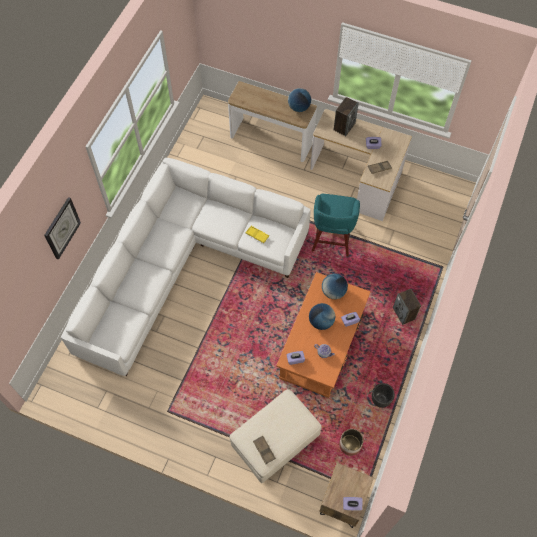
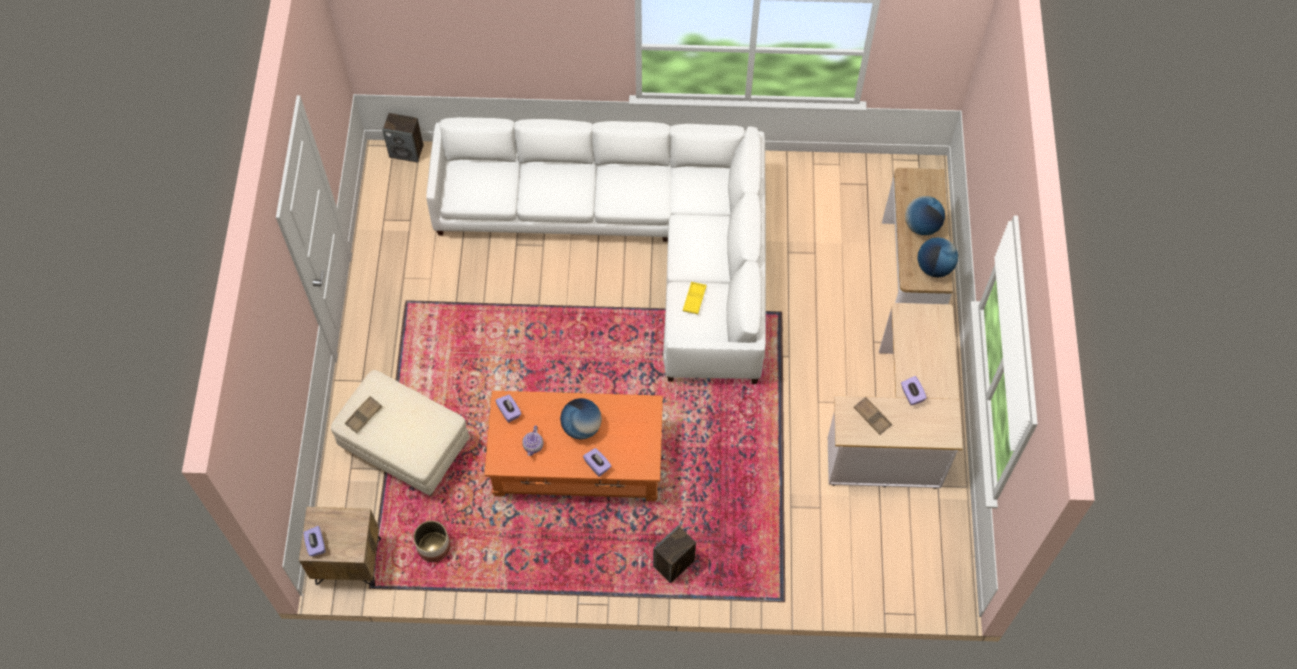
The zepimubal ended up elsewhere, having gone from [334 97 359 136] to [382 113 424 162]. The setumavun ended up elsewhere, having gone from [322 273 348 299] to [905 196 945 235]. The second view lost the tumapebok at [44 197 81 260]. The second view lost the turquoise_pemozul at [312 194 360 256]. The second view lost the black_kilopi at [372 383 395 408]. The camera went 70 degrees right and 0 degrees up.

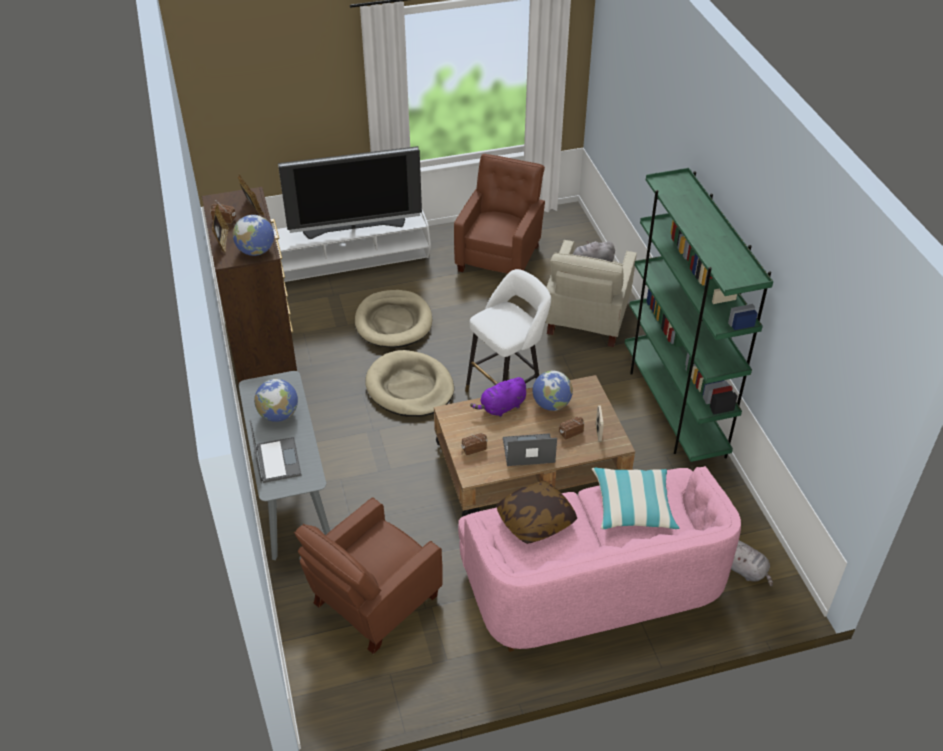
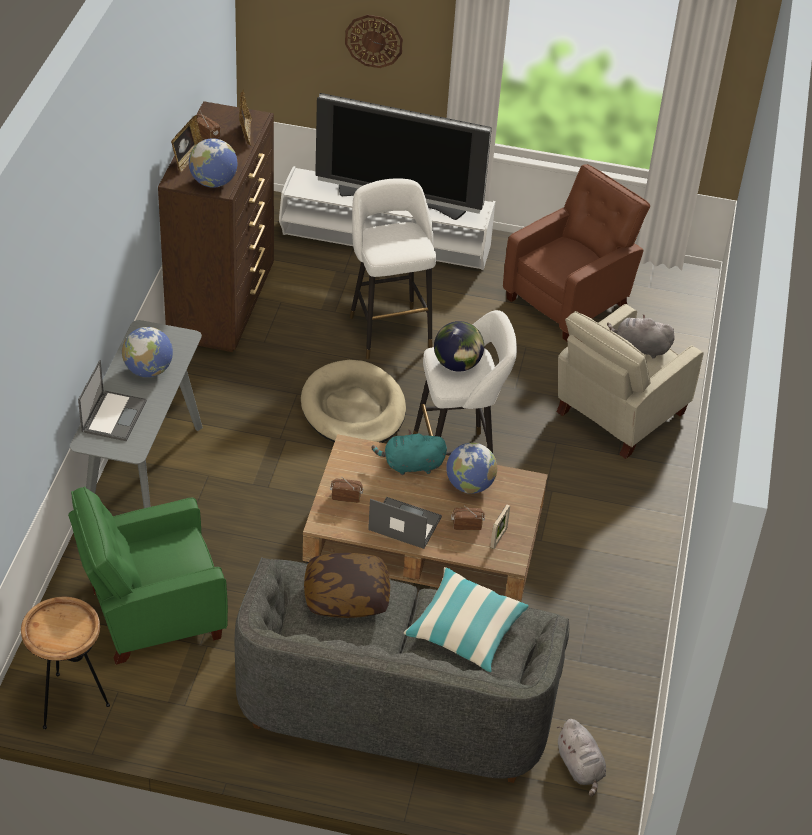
The second view gained the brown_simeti at [21 597 110 729]. What was the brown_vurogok at [294 497 443 654] turned into the green_vurogok at [68 486 228 665]. What was the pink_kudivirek at [458 466 741 652] turned into the grey_kudivirek at [235 557 570 783]. The second view gained the tumapebok at [345 15 403 68]. Where the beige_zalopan stood at [355 290 432 348], the white_pemozul came to stand at [350 179 436 359]. What was the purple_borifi at [470 377 526 417] turned into the turquoise_borifi at [372 430 447 475]. The second view gained the setumavun at [434 321 484 372]. The second view lost the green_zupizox at [625 168 773 462]. The camera went 25 degrees right and 0 degrees up.

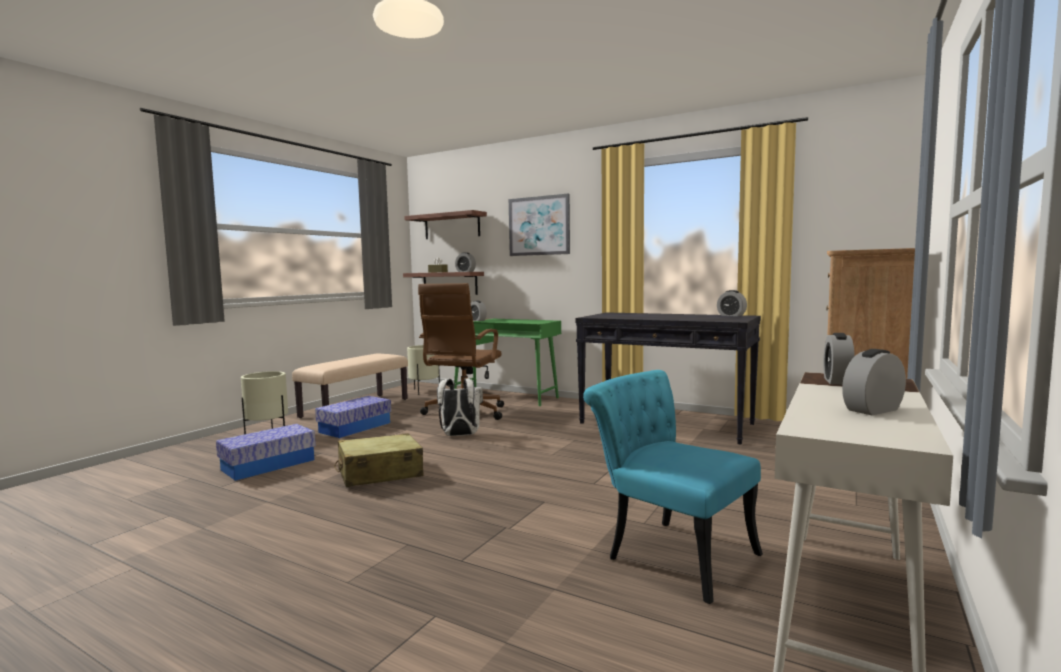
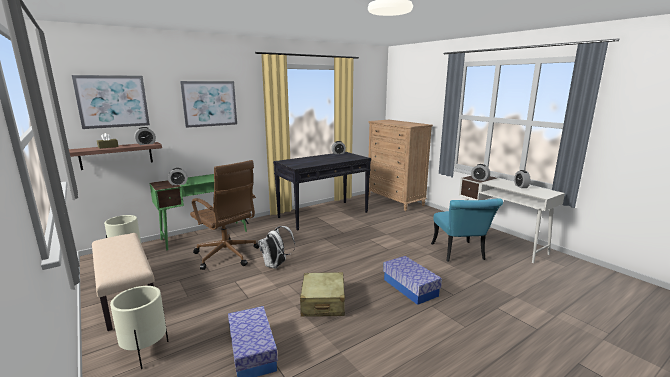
Where the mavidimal hung at [404 210 487 239], the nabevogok came to hang at [72 75 150 129]. The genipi ended up elsewhere, having gone from [315 396 391 438] to [383 256 442 305]. The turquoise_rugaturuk at [583 370 763 604] ended up facing another way, 75 degrees counterclockwise from before. The camera went 65 degrees left and 10 degrees up.

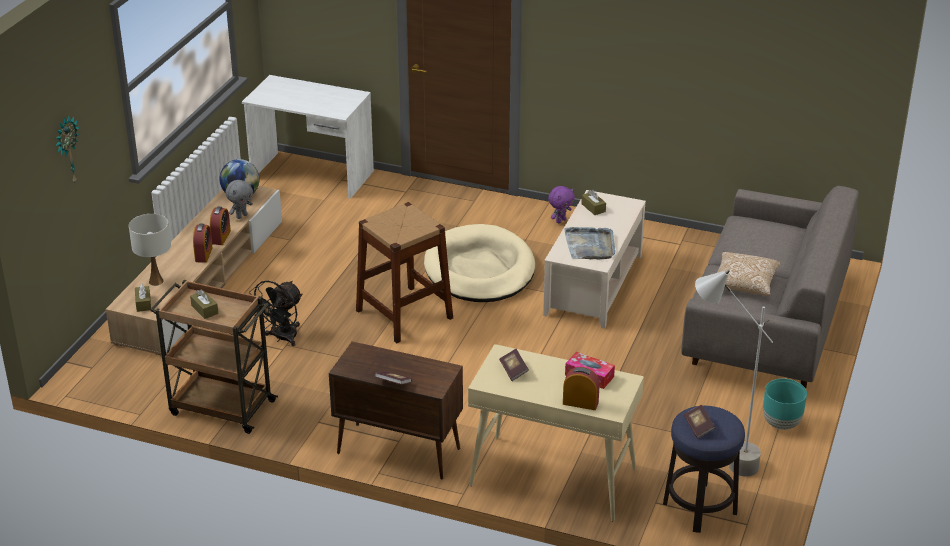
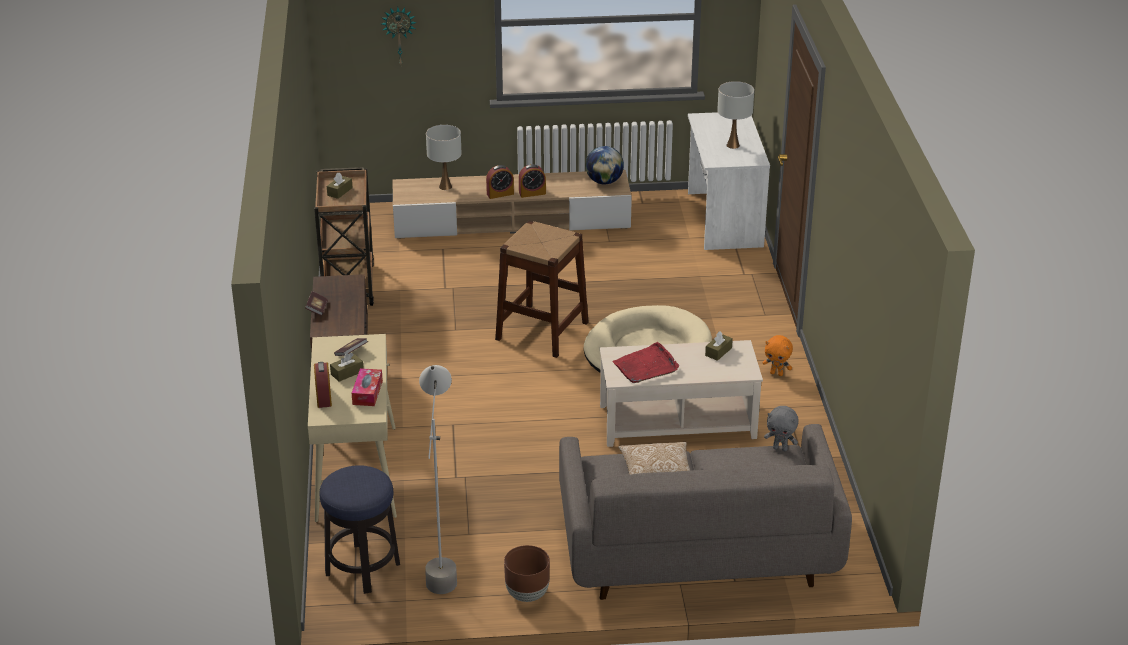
The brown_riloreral ended up elsewhere, having gone from [135 283 151 312] to [330 353 364 382]. What was the turquoise_kilopi at [763 379 807 430] turned into the brown_kilopi at [504 545 550 602]. What was the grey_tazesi at [564 227 615 259] turned into the red_tazesi at [613 342 679 383]. The second view gained the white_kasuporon at [717 81 754 149]. What was the purple_borifi at [548 186 575 223] turned into the orange_borifi at [763 335 793 376]. The grey_borifi ended up elsewhere, having gone from [225 180 253 219] to [764 406 798 451]. The second view lost the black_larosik at [249 281 303 346]. The second view lost the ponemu at [684 405 715 439]. The camera went 65 degrees right and 0 degrees up.

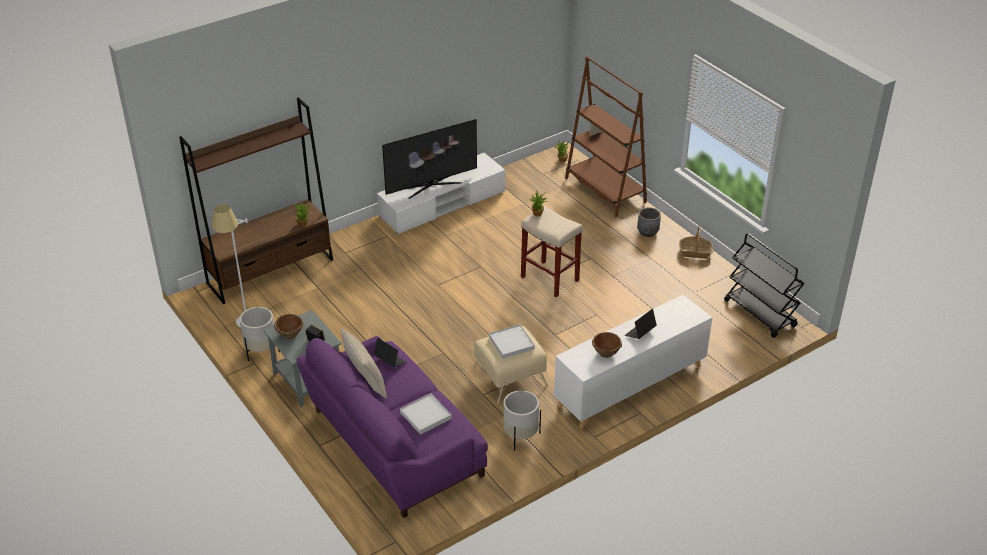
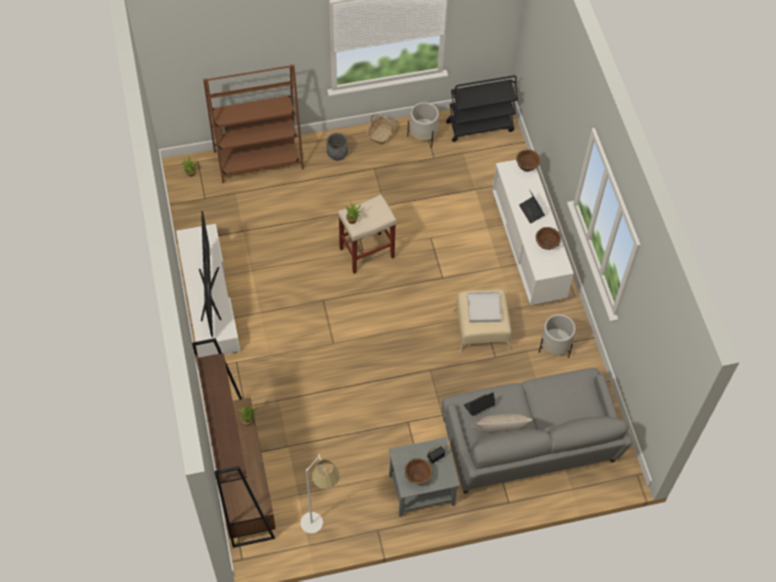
The white_kilopi ended up elsewhere, having gone from [240 307 280 361] to [407 102 439 147]. What was the purple_kudivirek at [296 336 488 518] turned into the grey_kudivirek at [442 368 632 494]. The second view gained the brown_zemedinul at [516 149 540 172]. The second view lost the white_tazesi at [400 393 452 435]. The camera went 70 degrees left and 20 degrees up.

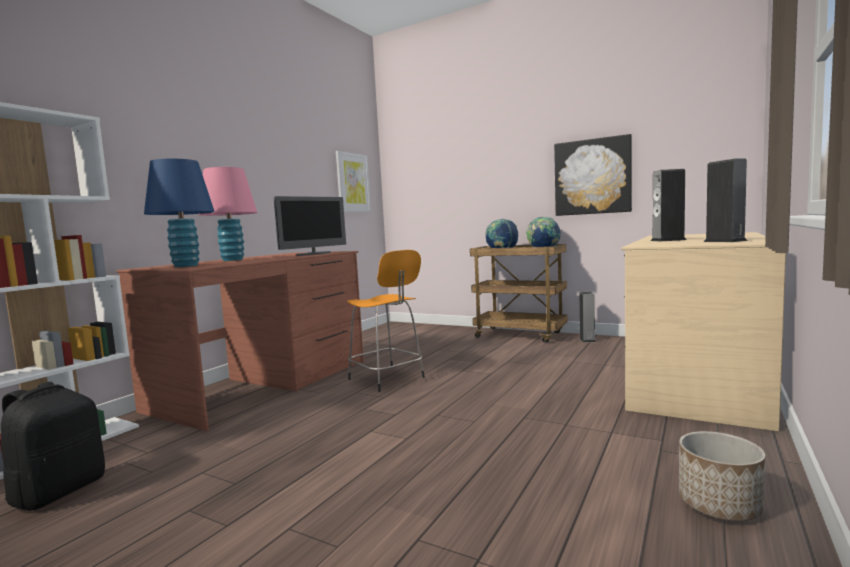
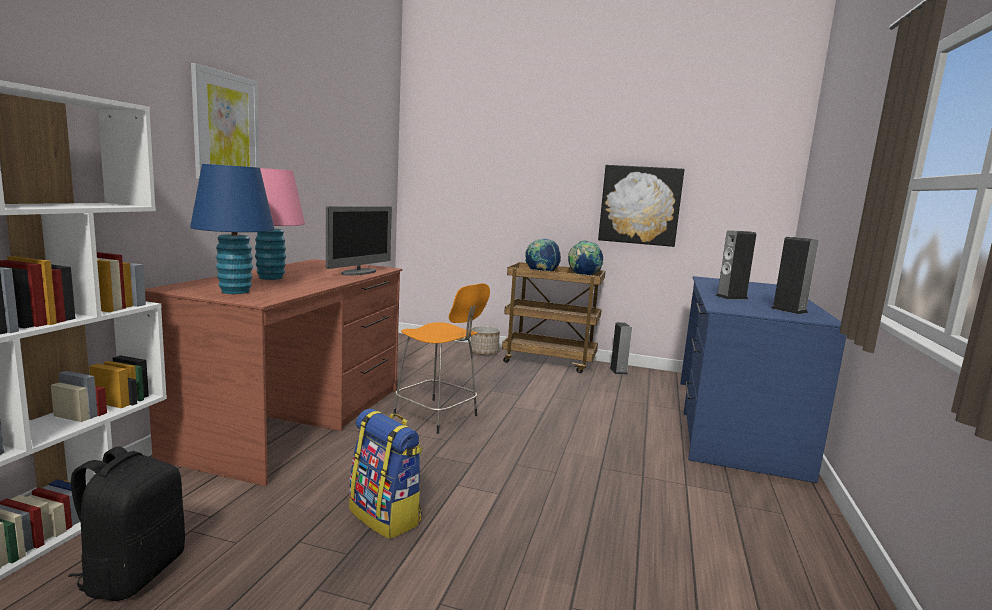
The nabevogok ended up elsewhere, having gone from [336 151 371 212] to [191 63 259 179]. The second view gained the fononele at [349 409 422 539]. The kilopi ended up elsewhere, having gone from [679 431 765 521] to [470 326 500 355]. What was the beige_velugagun at [622 232 786 432] turned into the blue_velugagun at [680 276 847 483]. The camera went 15 degrees left and 5 degrees up.

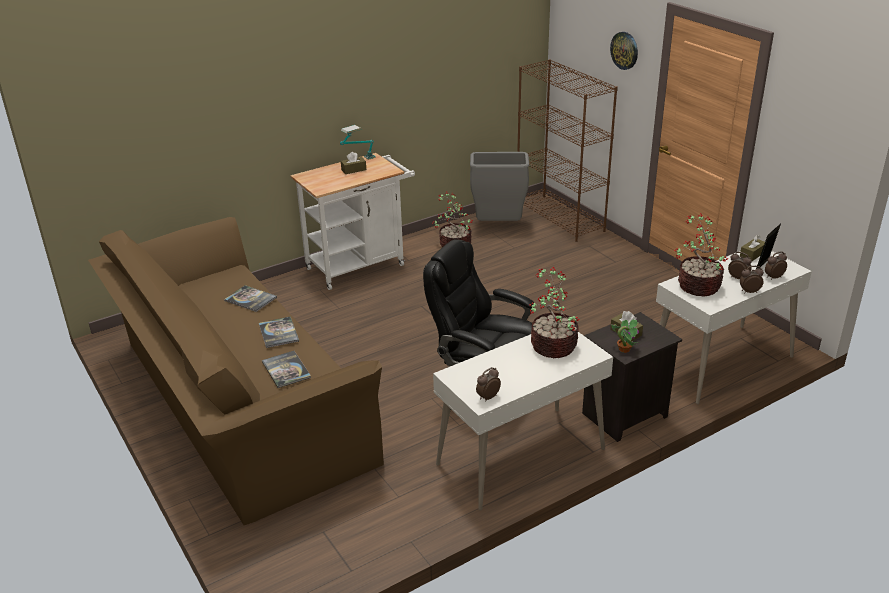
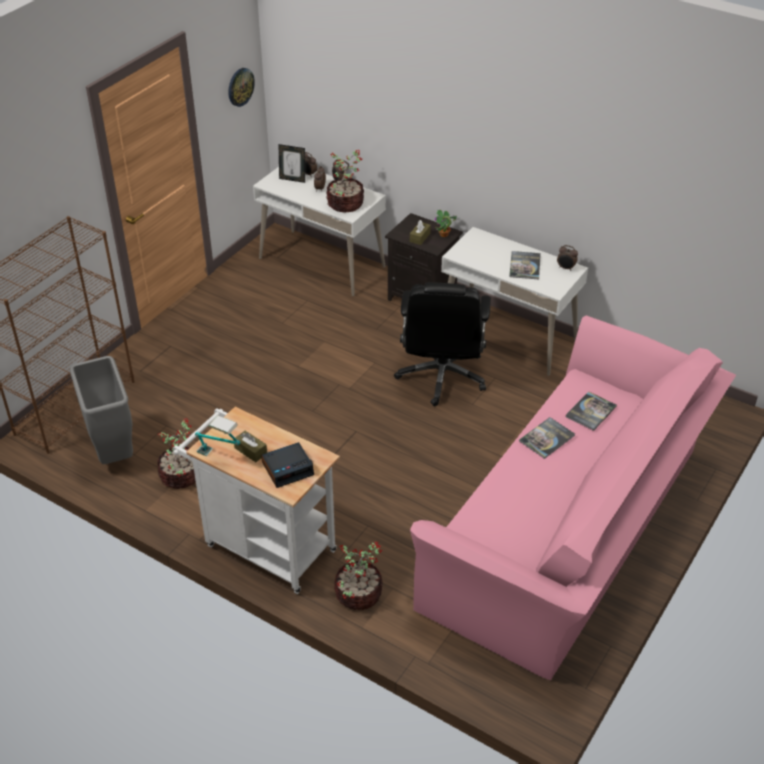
The tumapebok ended up elsewhere, having gone from [610 32 638 70] to [228 68 255 107]. The second view gained the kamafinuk at [261 442 314 488]. The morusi ended up elsewhere, having gone from [529 267 580 358] to [334 541 383 610]. What was the brown_kudivirek at [88 217 384 525] turned into the pink_kudivirek at [410 315 736 680]. The ponemu ended up elsewhere, having gone from [224 285 277 312] to [509 251 541 279]. The second view lost the brown_riloreral at [740 235 765 261]. The camera went 115 degrees left and 10 degrees up.

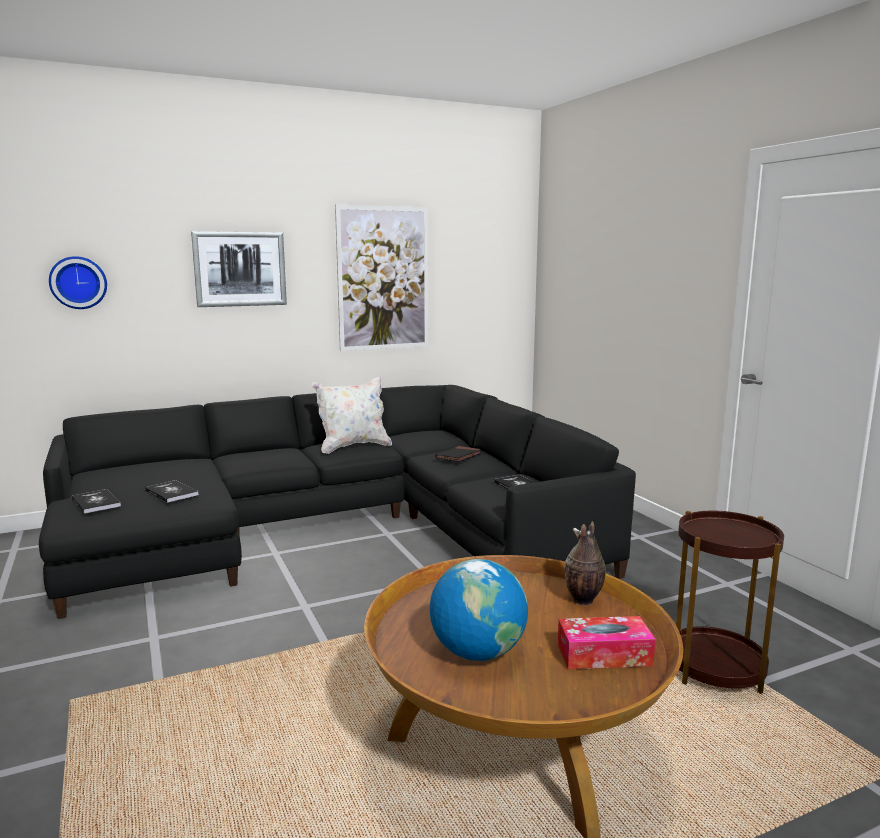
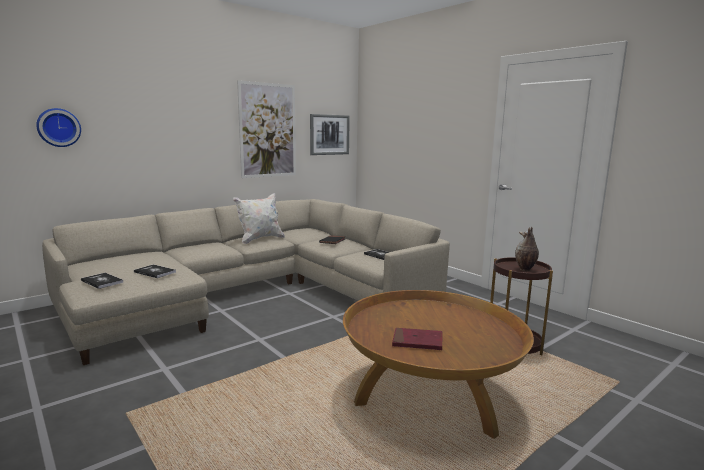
What was the black_kudivirek at [39 385 636 619] turned into the beige_kudivirek at [42 199 450 365]. The nabevogok ended up elsewhere, having gone from [191 231 287 307] to [310 114 350 155]. Where the setumavun stood at [430 559 528 661], the red_ponemu came to stand at [392 328 443 350]. The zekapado ended up elsewhere, having gone from [564 522 606 606] to [515 226 539 271]. The second view lost the riloreral at [558 616 656 669]. The camera went 15 degrees left and 0 degrees up.

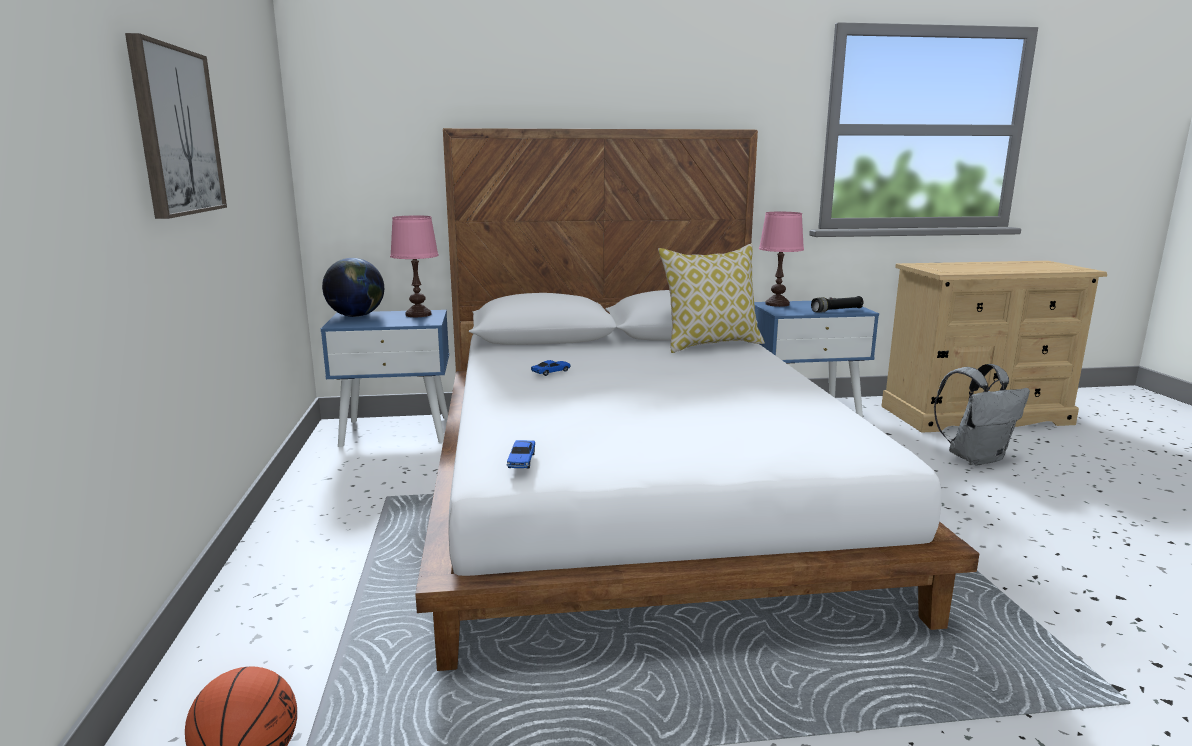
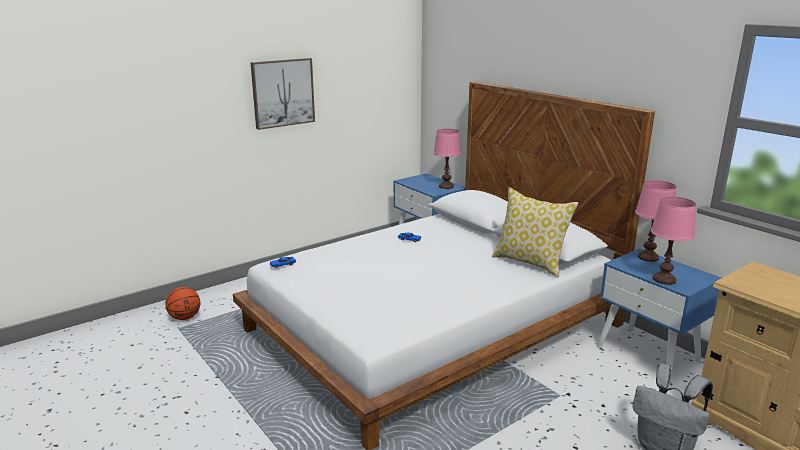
Where the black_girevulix stood at [811 296 863 313], the pink_kasuporon came to stand at [651 197 696 285]. The second view lost the setumavun at [322 258 384 317]. The camera went 60 degrees right and 5 degrees up.

